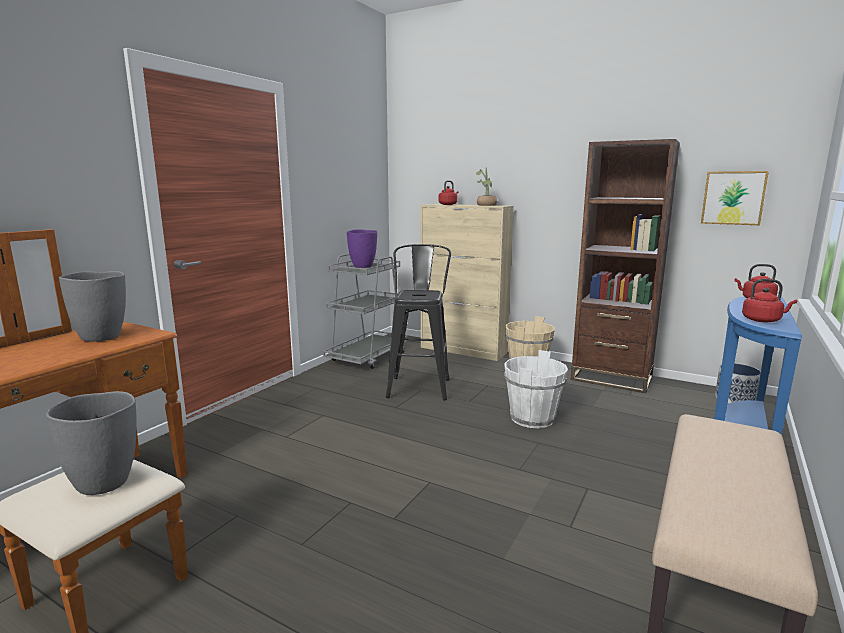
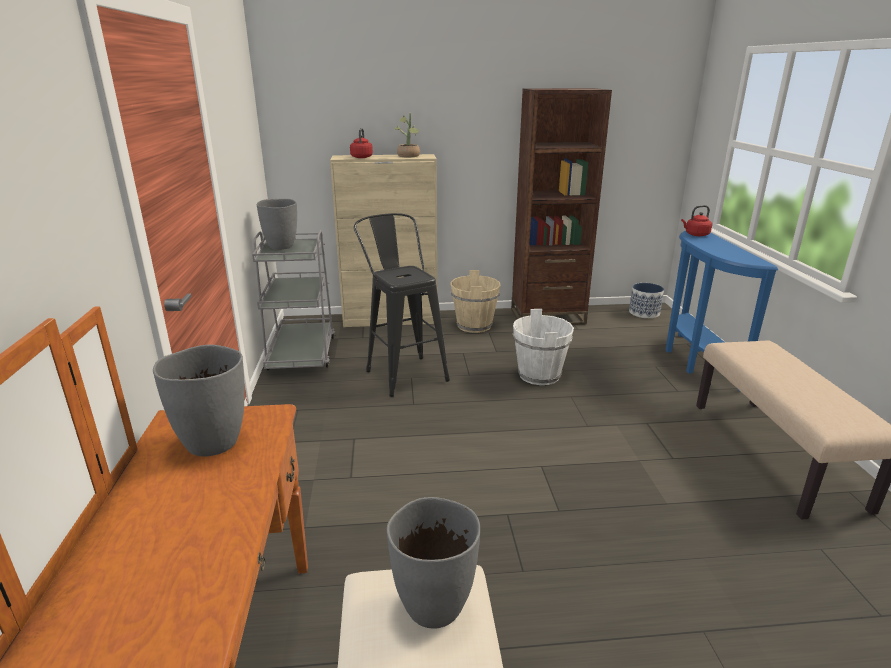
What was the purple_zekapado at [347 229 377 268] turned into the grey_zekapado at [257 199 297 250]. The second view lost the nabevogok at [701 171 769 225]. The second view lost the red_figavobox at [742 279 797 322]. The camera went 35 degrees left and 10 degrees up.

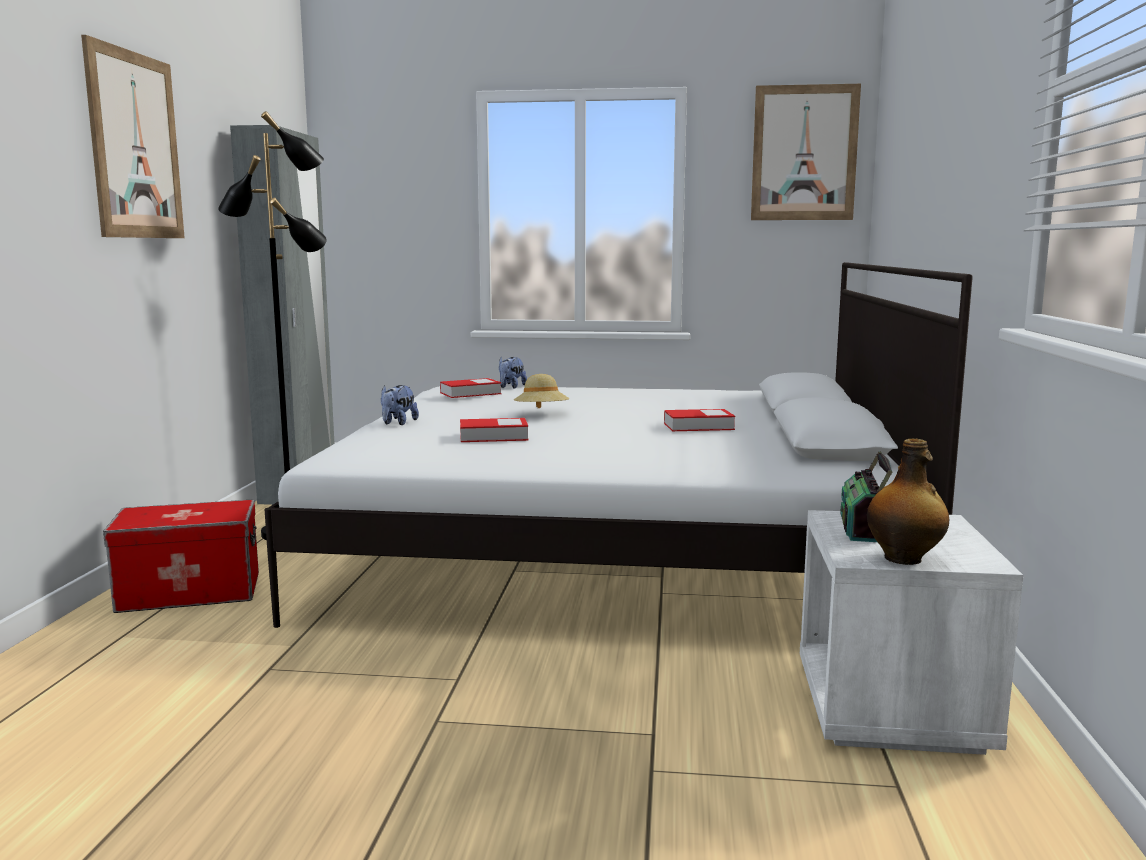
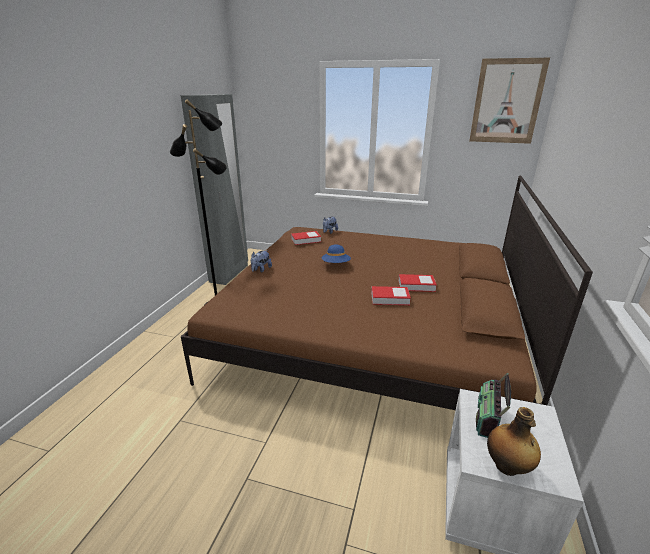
What was the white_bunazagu at [264 262 973 628] turned into the brown_bunazagu at [181 175 593 410]. What was the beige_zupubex at [514 374 570 408] turned into the blue_zupubex at [321 244 351 263]. The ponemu ended up elsewhere, having gone from [460 418 528 442] to [371 286 411 305]. The second view lost the nabevogok at [81 35 185 238]. The second view lost the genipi at [103 500 259 613]. The camera went 10 degrees right and 15 degrees up.

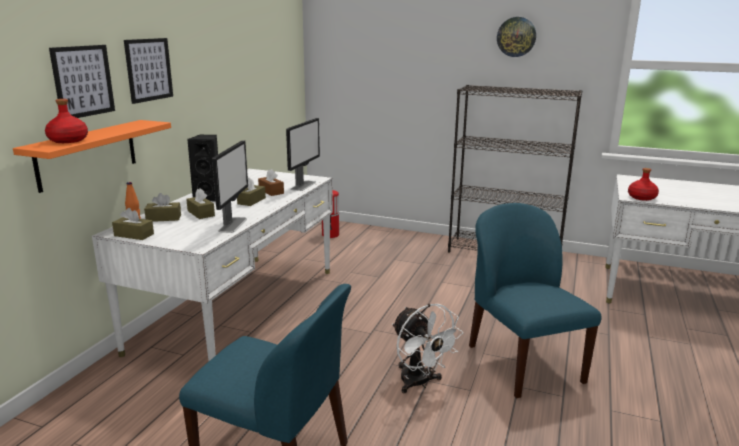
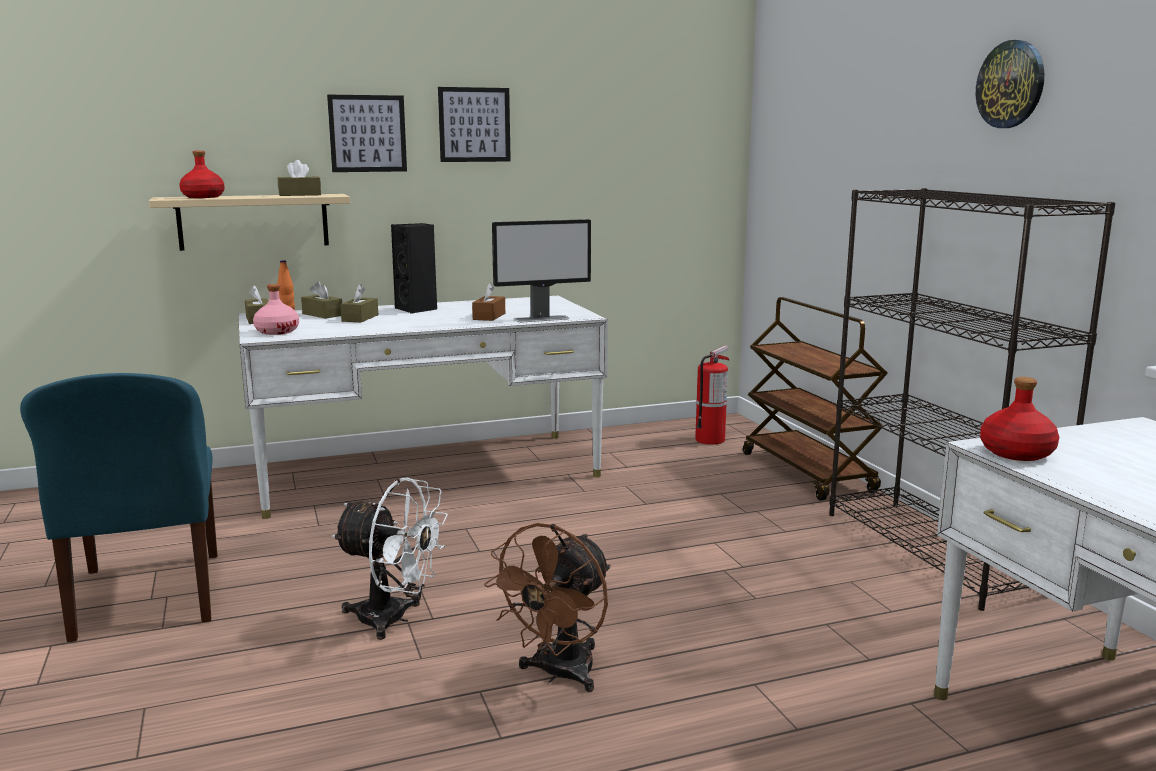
What was the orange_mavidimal at [13 120 171 193] turned into the beige_mavidimal at [149 194 350 251]. The second view gained the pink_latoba at [253 284 299 335]. The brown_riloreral ended up elsewhere, having gone from [237 177 266 206] to [278 160 321 196]. The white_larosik at [392 304 463 393] ended up facing another way, 90 degrees counterclockwise from before. The nabevogok ended up elsewhere, having gone from [49 45 115 118] to [438 87 511 162]. Where the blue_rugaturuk stood at [469 203 602 398], the brown_larosik came to stand at [484 523 611 692]. The second view gained the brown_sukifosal at [743 297 888 501]. The second view lost the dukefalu at [212 140 248 233]. The camera went 50 degrees right and 5 degrees down.

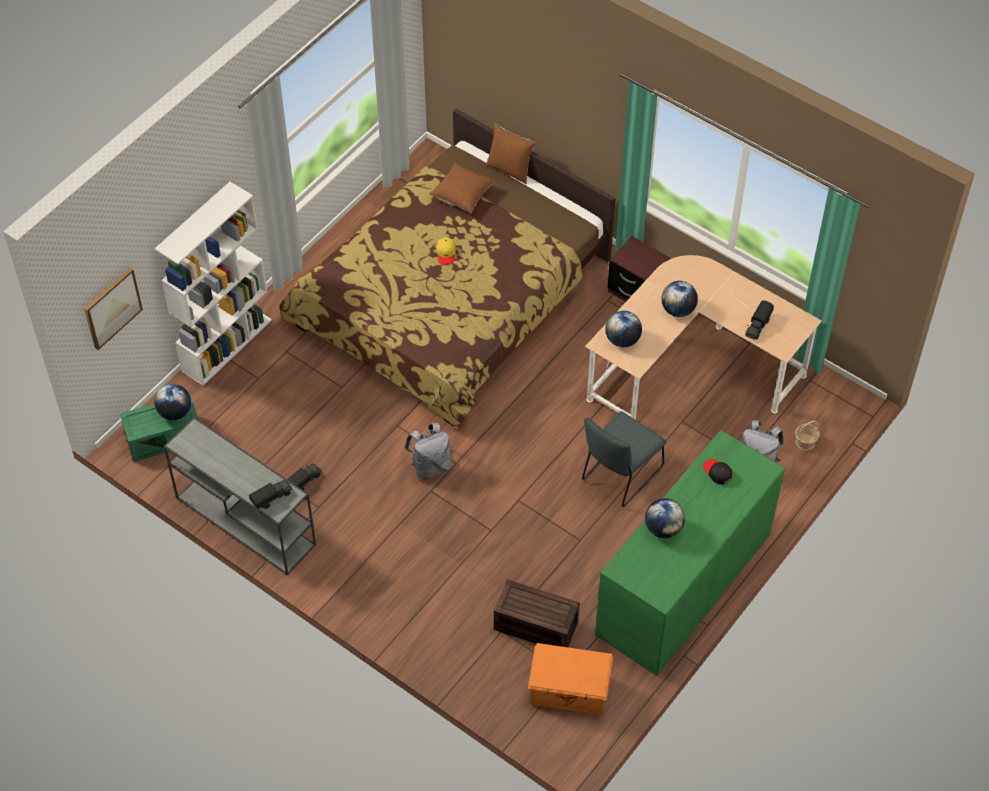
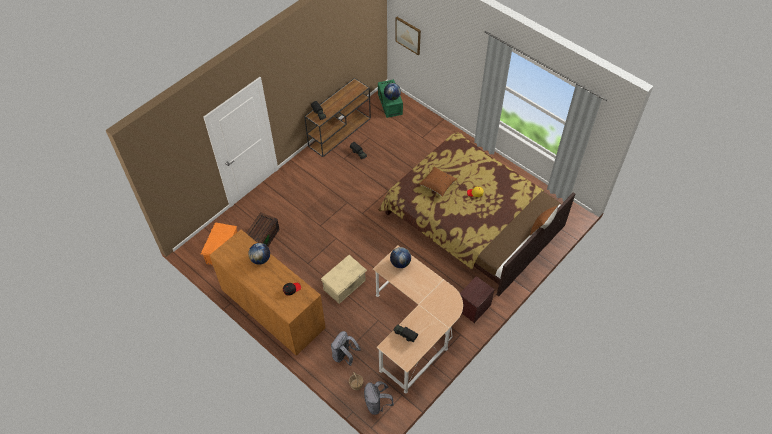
What was the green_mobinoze at [595 430 785 676] turned into the brown_mobinoze at [209 230 326 356]. What was the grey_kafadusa at [164 417 316 575] turned into the brown_kafadusa at [304 78 371 157]. Where the grey_rugaturuk stood at [582 411 666 507], the beige_genipi came to stand at [321 255 367 304]. The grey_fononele ended up elsewhere, having gone from [405 423 450 480] to [364 381 394 415]. The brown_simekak ended up elsewhere, having gone from [429 162 496 213] to [419 166 457 197]. The second view lost the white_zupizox at [155 182 272 386]. The second view lost the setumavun at [662 281 698 317]. The camera went 95 degrees right and 0 degrees up.

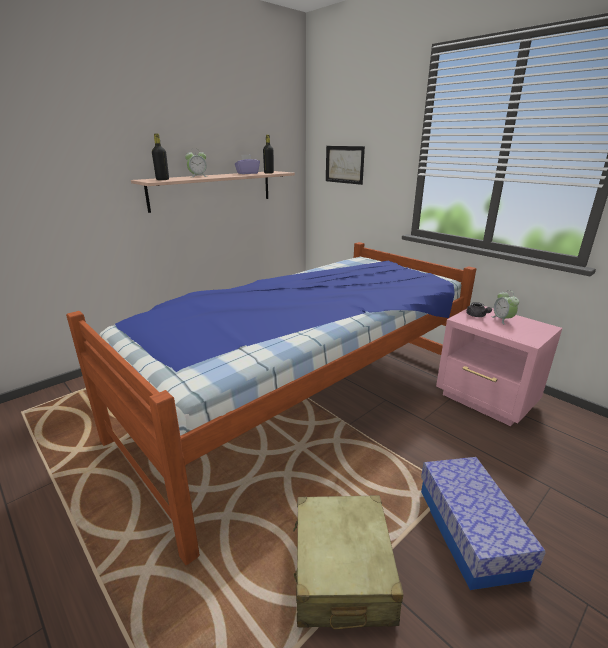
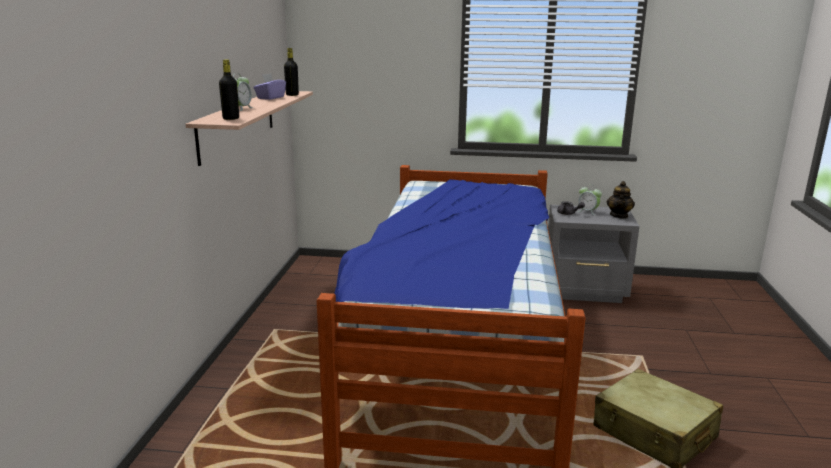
What was the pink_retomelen at [436 306 562 426] turned into the grey_retomelen at [548 205 640 303]. The second view gained the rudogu at [607 181 635 219]. The second view lost the nabevogok at [326 146 365 185]. The second view lost the genipi at [421 457 546 590]. The camera went 40 degrees left and 5 degrees down.

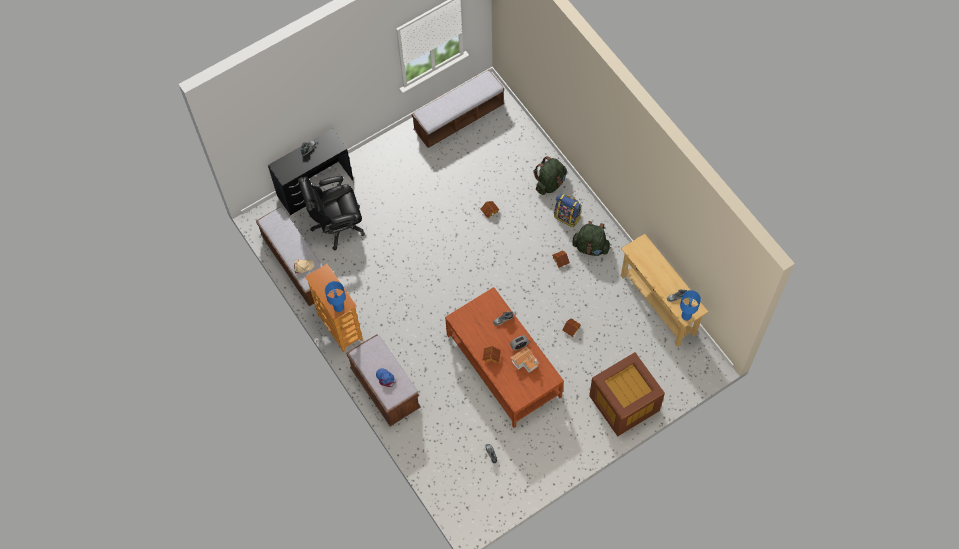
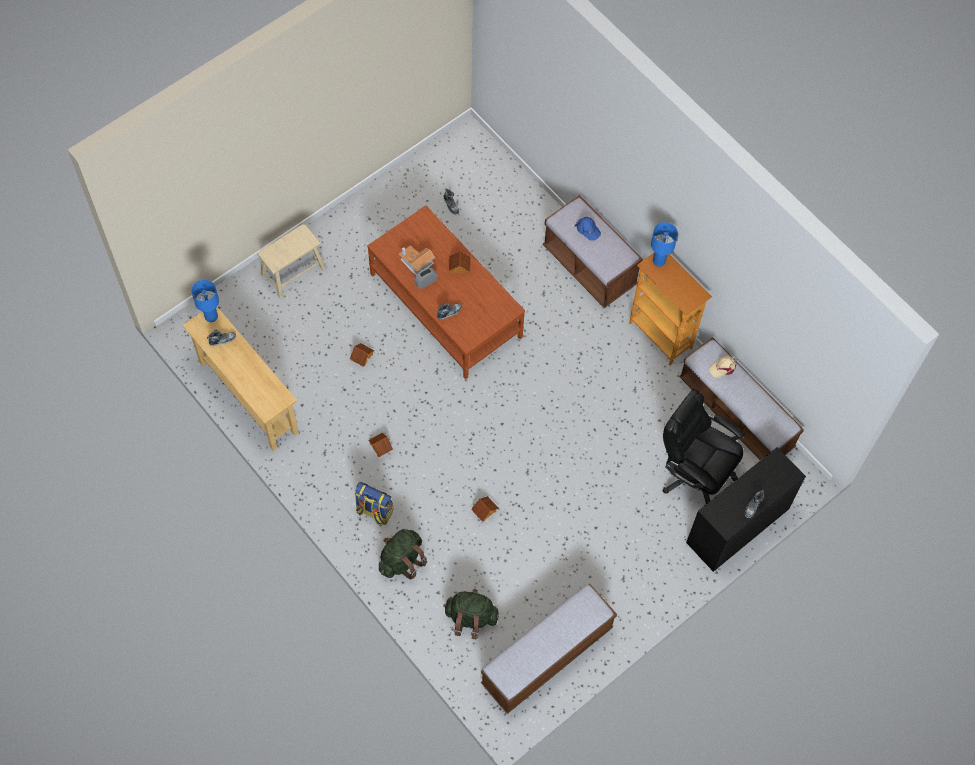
Where the brown_genipi stood at [589 352 665 436], the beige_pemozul came to stand at [257 224 326 298]. The green_fononele ended up elsewhere, having gone from [572 221 611 256] to [443 589 499 639]. The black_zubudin at [298 176 365 250] ended up facing another way, 120 degrees counterclockwise from before. The camera went 170 degrees right and 0 degrees up.

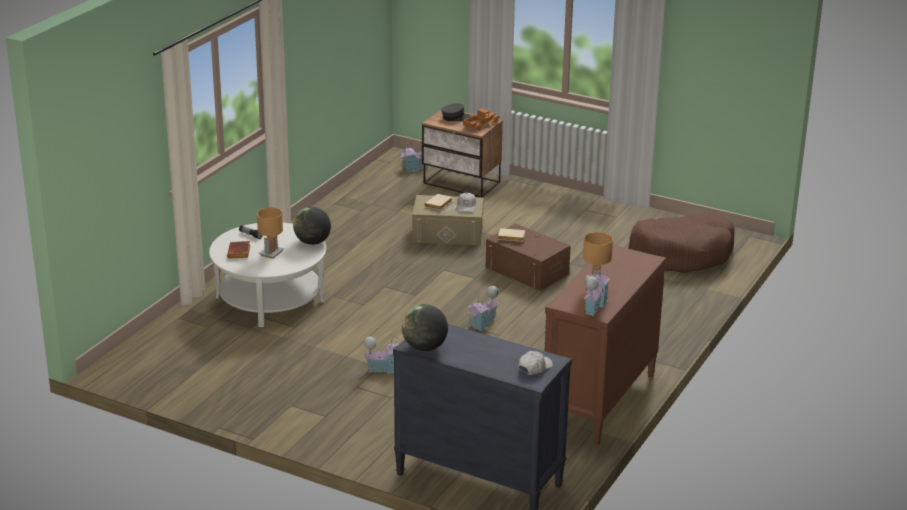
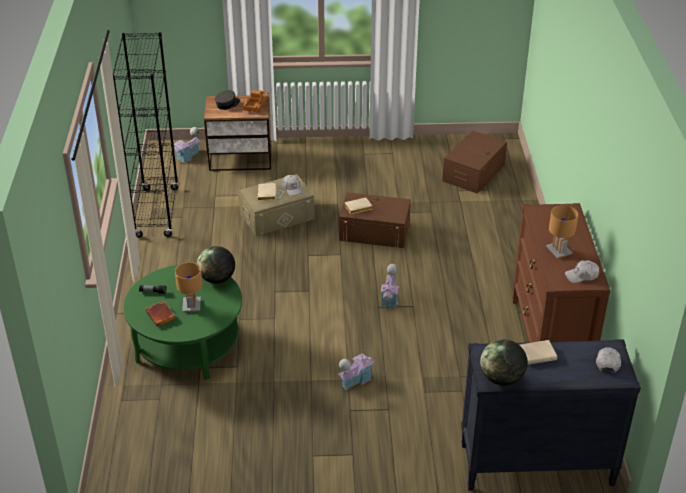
The second view gained the black_zupizox at [113 32 179 238]. What was the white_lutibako at [209 223 327 327] turned into the green_lutibako at [123 265 242 380]. Where the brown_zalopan stood at [628 214 735 273], the brown_genipi came to stand at [442 130 507 194]. The second view gained the beige_ponemu at [520 340 557 365]. Where the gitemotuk stood at [583 265 610 316], the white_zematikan came to stand at [565 260 600 283]. The camera went 30 degrees left and 10 degrees up.

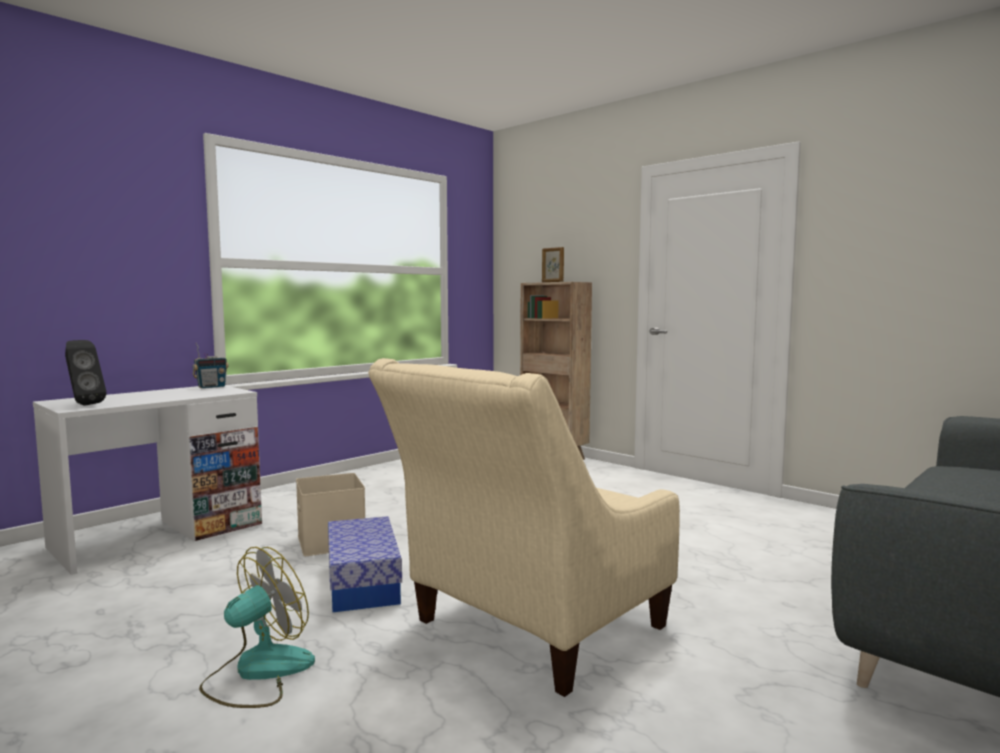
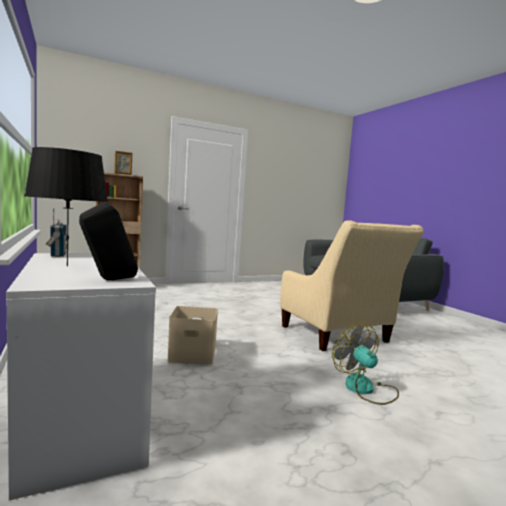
The second view gained the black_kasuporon at [24 147 108 266]. The second view lost the genipi at [328 516 402 612]. The camera went 70 degrees left and 0 degrees up.

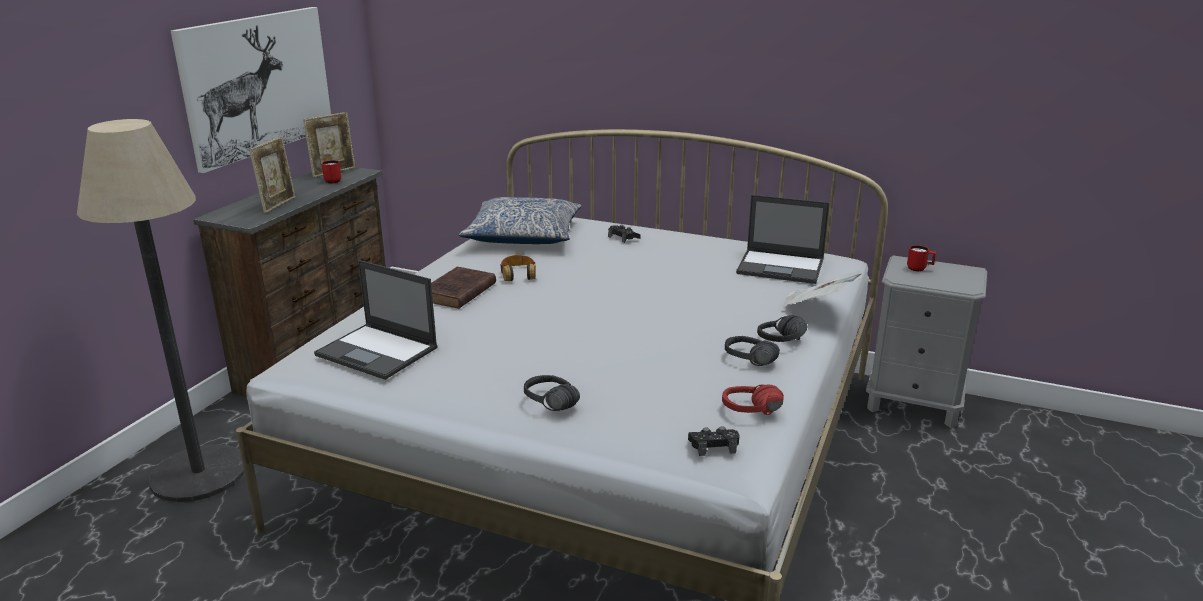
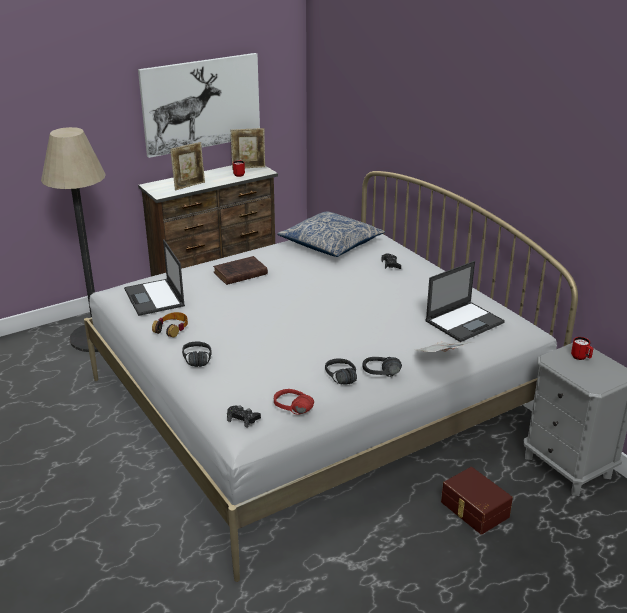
The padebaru ended up elsewhere, having gone from [500 255 536 281] to [152 312 188 337]. The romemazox at [736 195 830 284] ended up facing another way, 90 degrees counterclockwise from before. The second view gained the brown_genipi at [441 467 513 535]. The camera went 35 degrees right and 5 degrees up.

